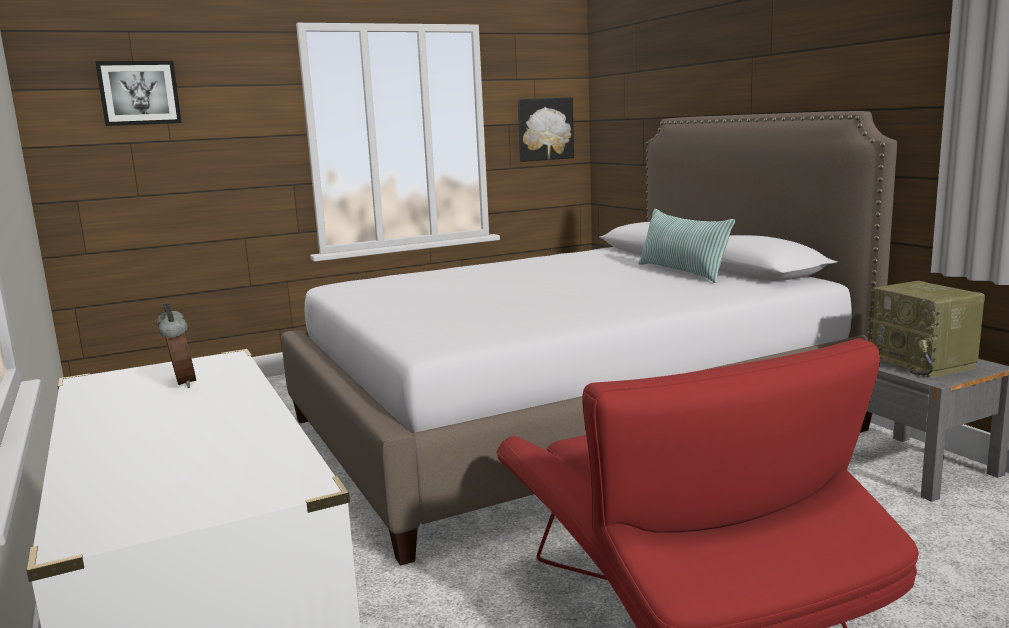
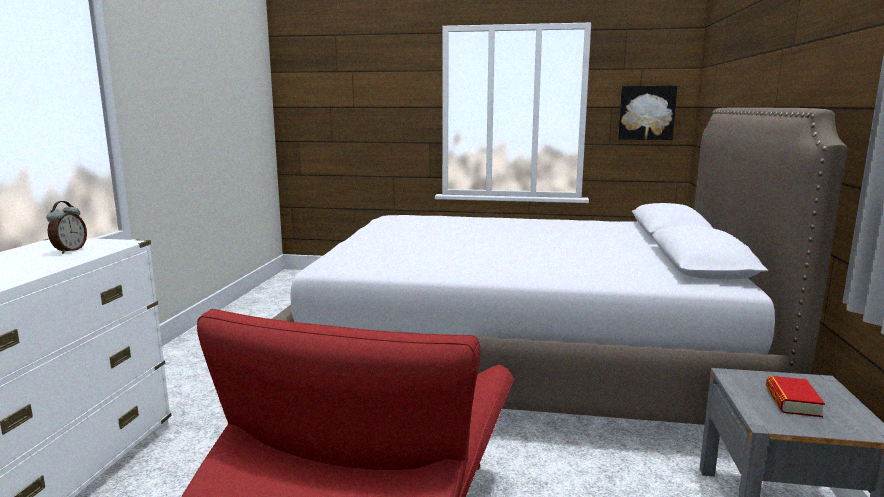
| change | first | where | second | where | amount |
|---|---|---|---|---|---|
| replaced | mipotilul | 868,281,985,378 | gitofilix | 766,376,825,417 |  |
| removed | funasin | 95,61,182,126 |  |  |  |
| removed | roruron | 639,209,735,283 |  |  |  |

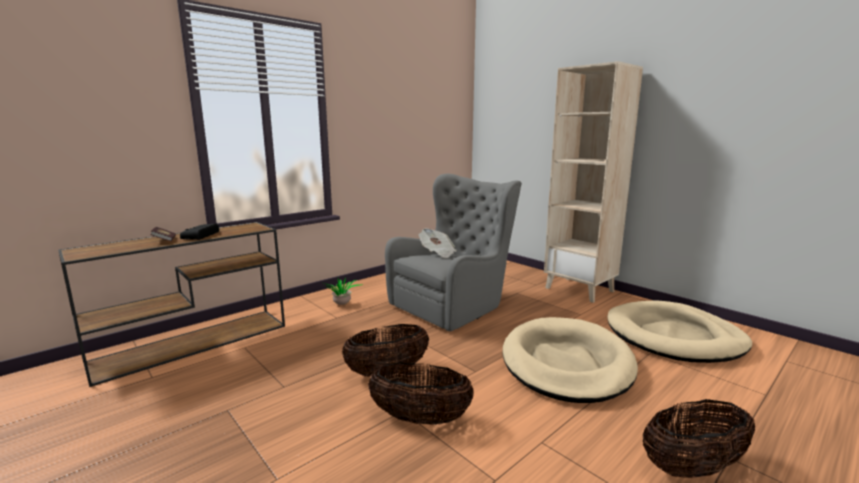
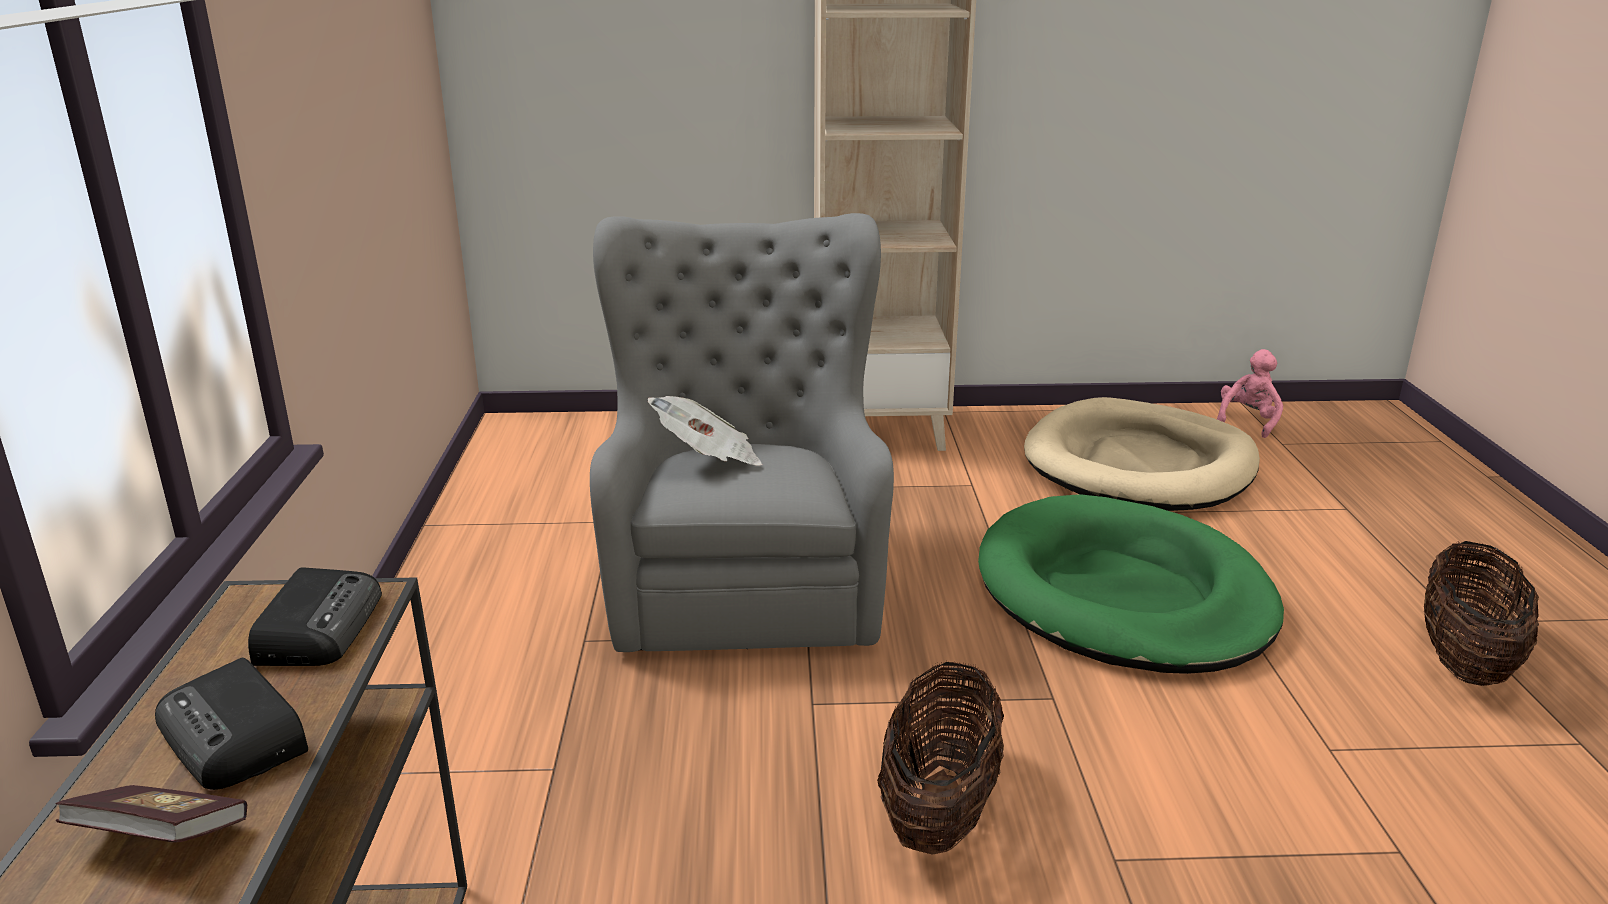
| change | first | where | second | where | amount |
|---|---|---|---|---|---|
| added |  |  | mipotilul | 248,567,382,666 |  |
| recoloured | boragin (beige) | 502,317,638,403 | boragin (green) | 978,494,1284,674 |  |
| added |  |  | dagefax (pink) | 1217,349,1283,438 |  |
| removed | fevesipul | 324,277,360,305 |  |  |  |
| removed | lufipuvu | 368,362,474,425 |  |  |  |

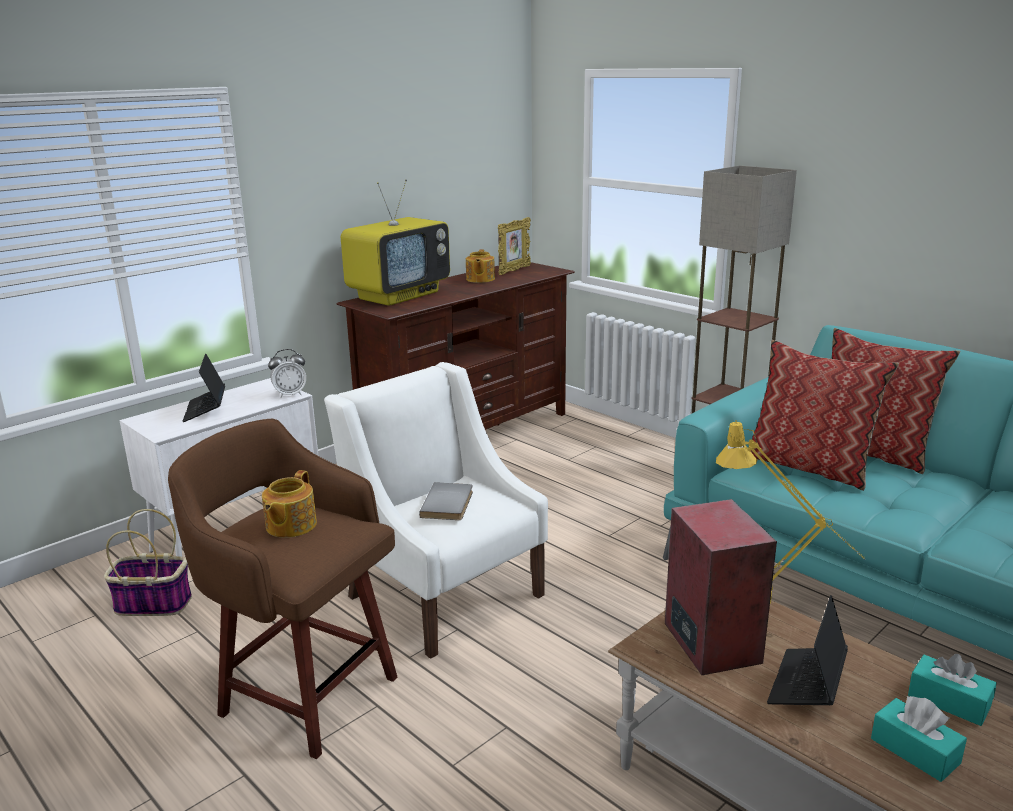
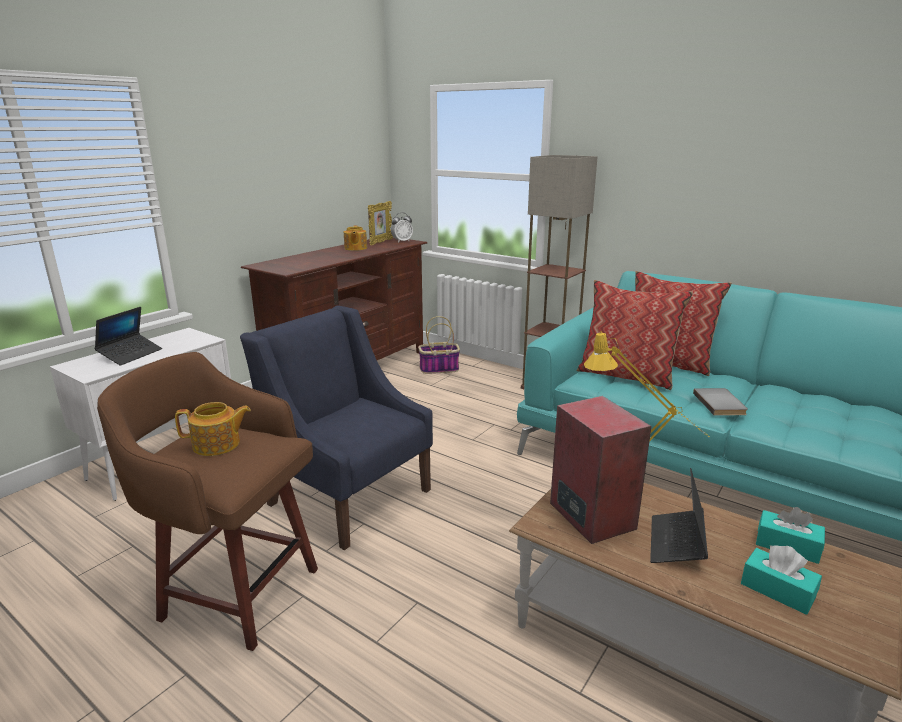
| change | first | where | second | where | amount |
|---|---|---|---|---|---|
| turned | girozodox | 183,354,225,422 |  | 94,307,162,366 | 135 degrees counterclockwise |
| turned | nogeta | 262,470,317,538 |  | 175,402,251,456 | 105 degrees counterclockwise |
| recoloured | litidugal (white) | 324,362,548,659 | litidugal (blue) | 240,306,433,550 |  |
| moved | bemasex | 268,349,306,398 |  | 391,212,413,243 |  |
| moved | lufipuvu | 104,509,192,616 |  | 418,316,460,374 |  |
| moved | gitofilix (grey) | 419,482,473,520 |  | 693,388,748,416 |  |
| removed | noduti | 341,179,450,306 |  |  |  |

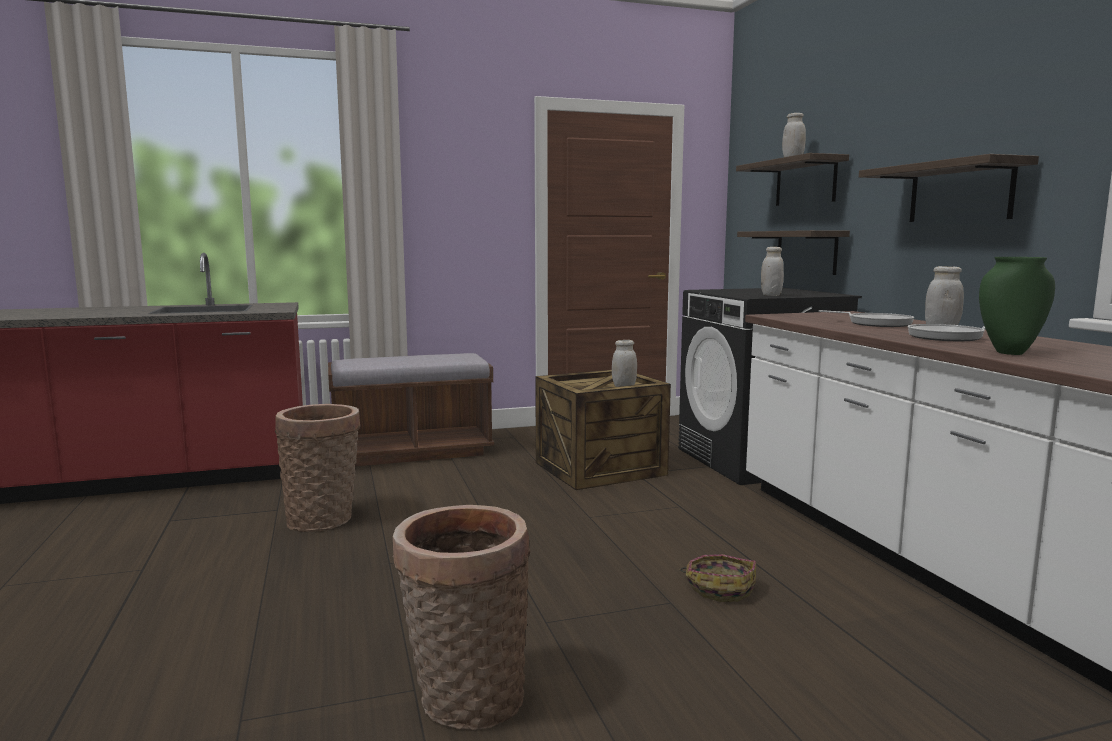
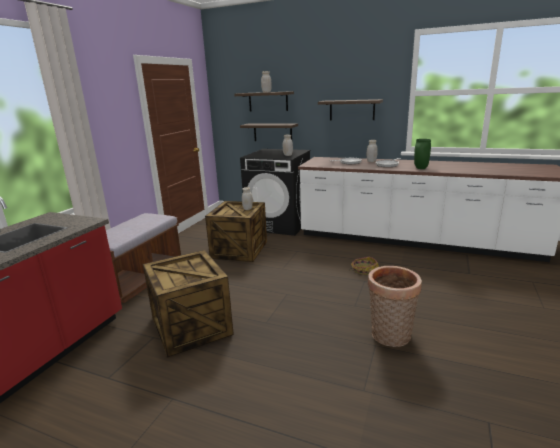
| change | first | where | second | where | amount |
|---|---|---|---|---|---|
| replaced | lufipuvu | 275,404,360,532 | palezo | 143,250,234,357 |  |

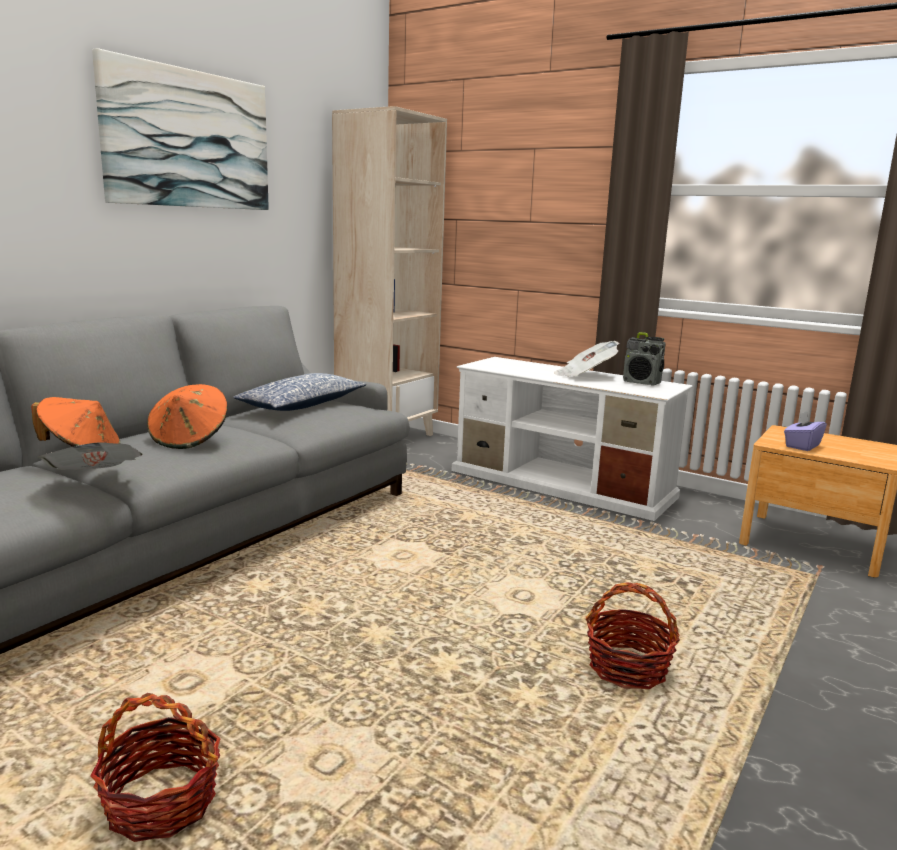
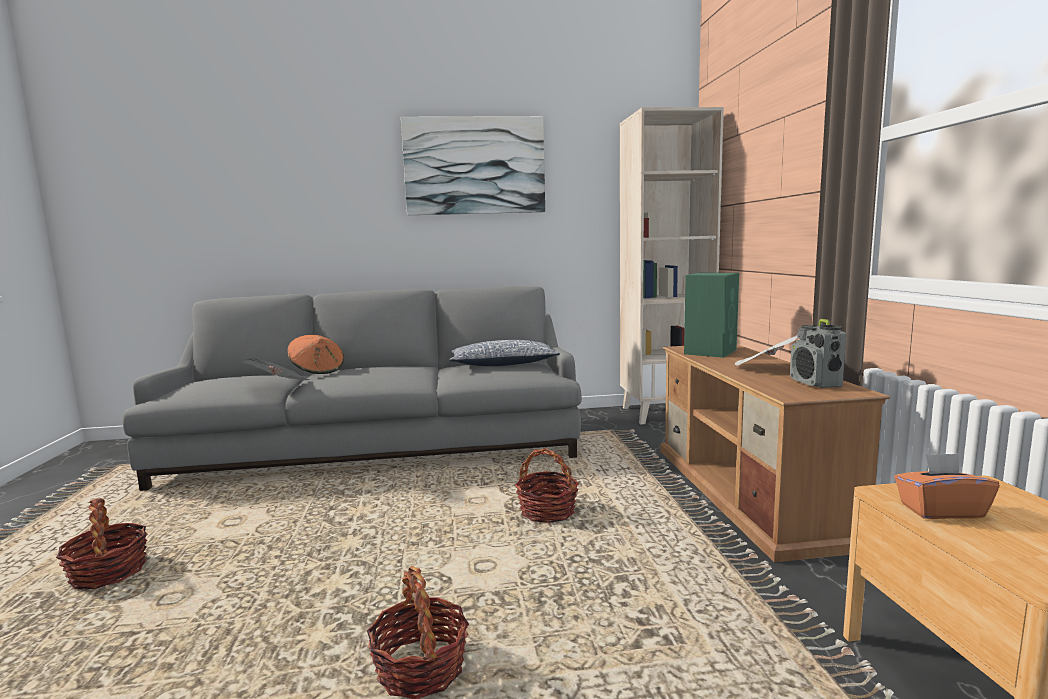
| change | first | where | second | where | amount |
|---|---|---|---|---|---|
| added |  |  | lufipuvu | 515,448,579,523 |  |
| recoloured | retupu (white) | 451,357,693,521 | retupu (brown) | 660,345,890,562 |  |
| added |  |  | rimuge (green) | 684,273,739,358 |  |
| recoloured | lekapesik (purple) | 784,411,827,451 | lekapesik (orange) | 894,453,1000,519 |  |
| removed | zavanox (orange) | 147,384,228,449 |  |  |  |

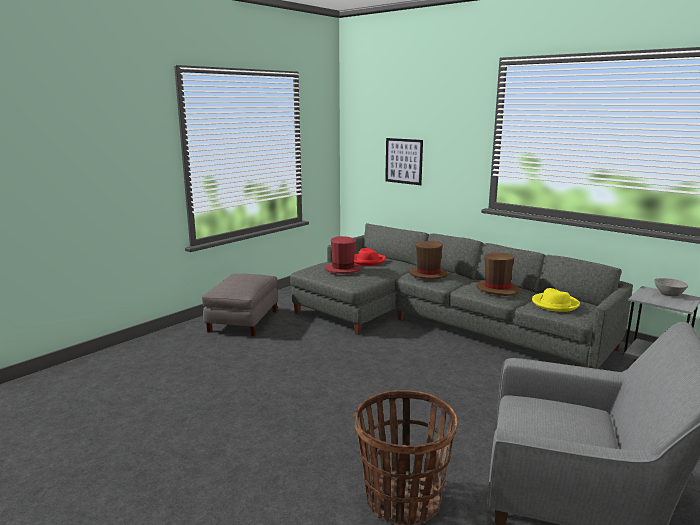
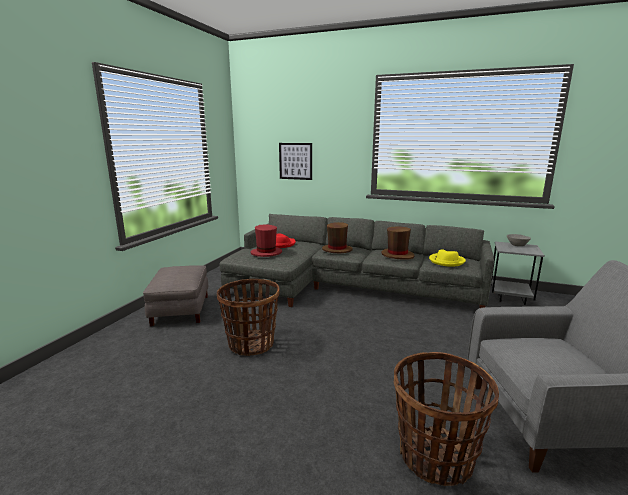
| change | first | where | second | where | amount |
|---|---|---|---|---|---|
| added |  |  | lufipuvu | 217,279,279,356 |  |

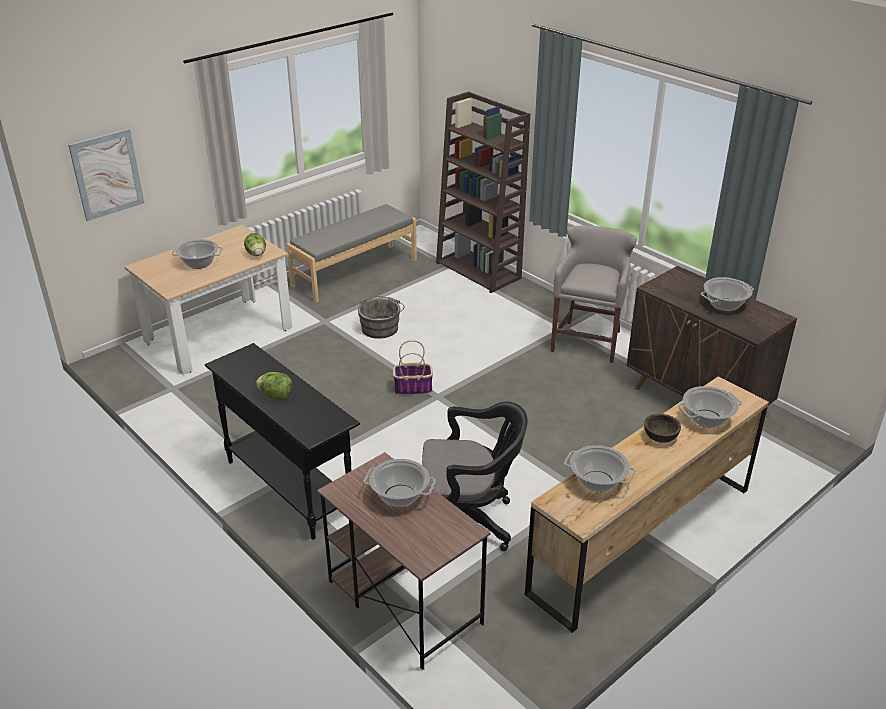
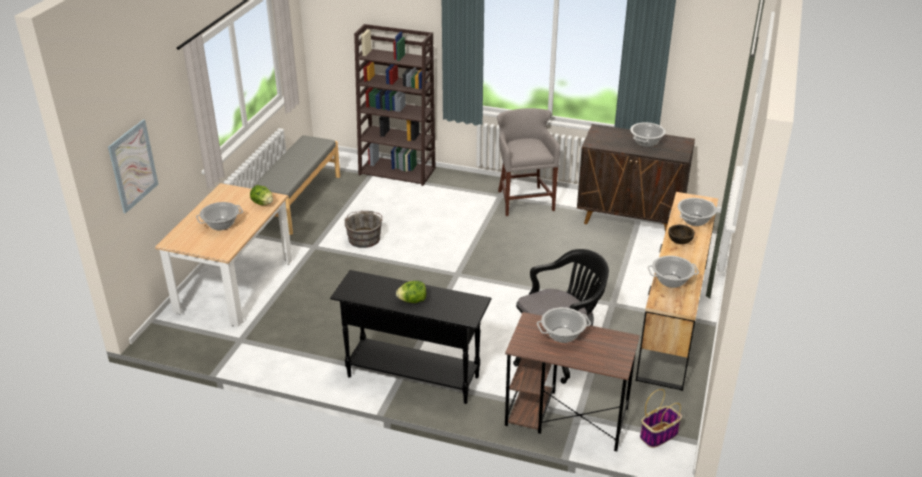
| change | first | where | second | where | amount |
|---|---|---|---|---|---|
| moved | lufipuvu | 393,340,433,395 |  | 640,389,682,448 |  |

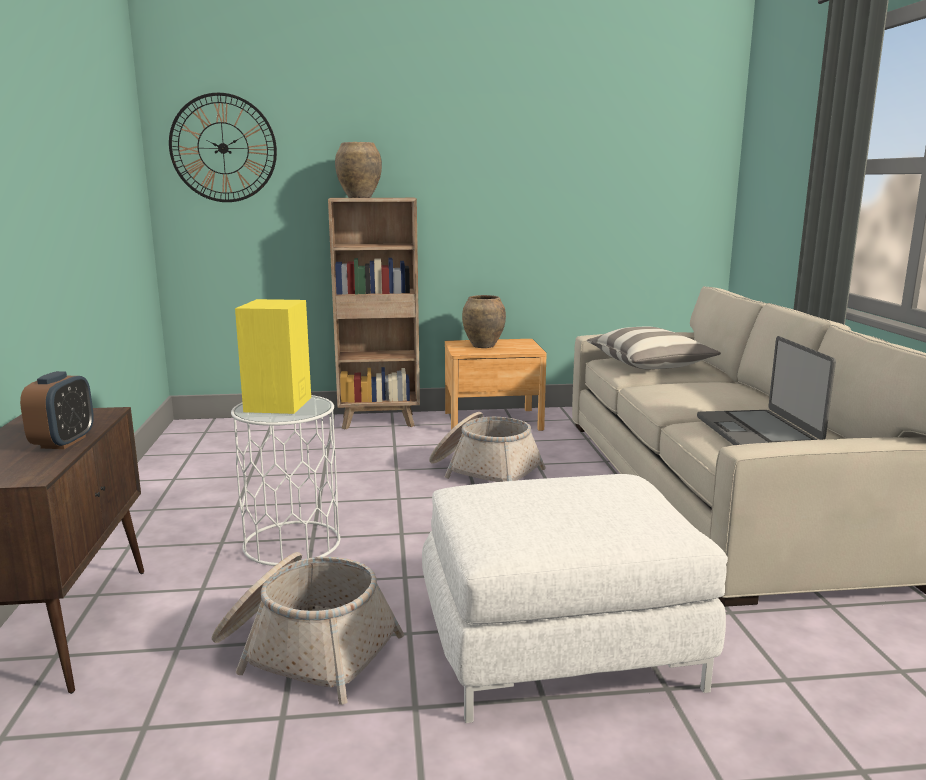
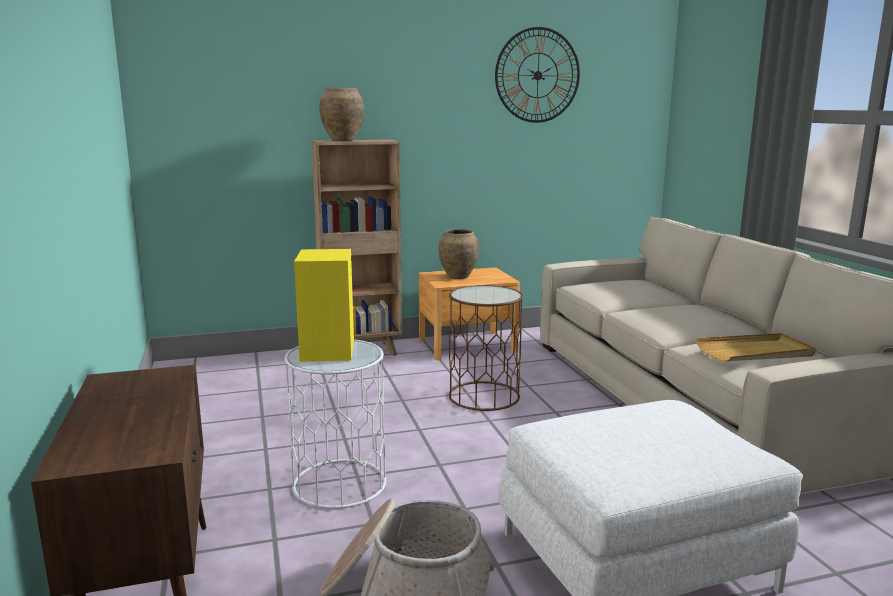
| change | first | where | second | where | amount |
|---|---|---|---|---|---|
| replaced | lufipuvu | 429,412,546,482 | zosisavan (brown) | 448,285,523,411 |  |
| moved | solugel | 169,93,277,202 |  | 495,27,580,123 |  |
| replaced | girozodox | 697,336,836,445 | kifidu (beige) | 696,333,816,362 |  |
| removed | bemasex | 20,371,94,449 |  |  |  |
| removed | roruron | 587,327,721,370 |  |  |  |

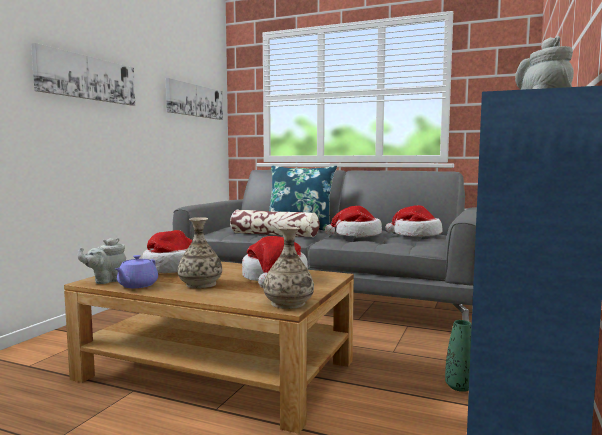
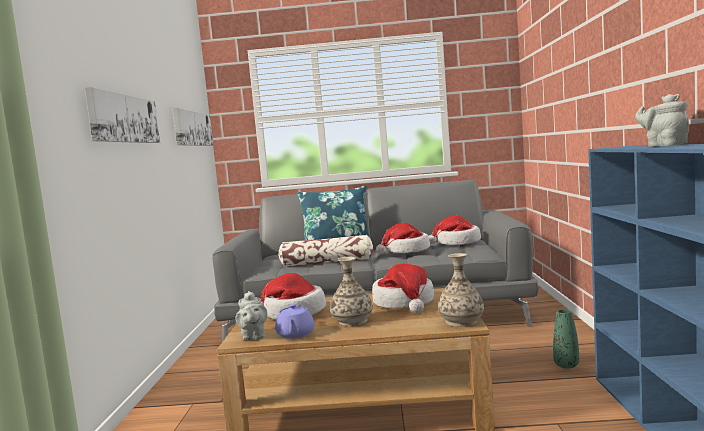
| change | first | where | second | where | amount |
|---|---|---|---|---|---|
| turned | nogeta (grey) | 77,238,126,284 |  | 235,291,268,340 | 45 degrees counterclockwise |

